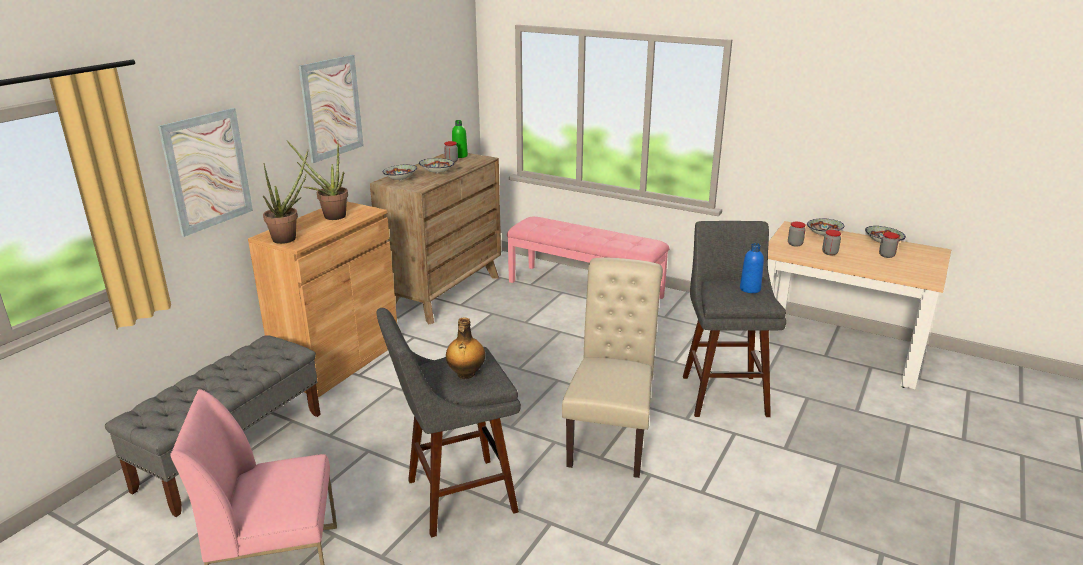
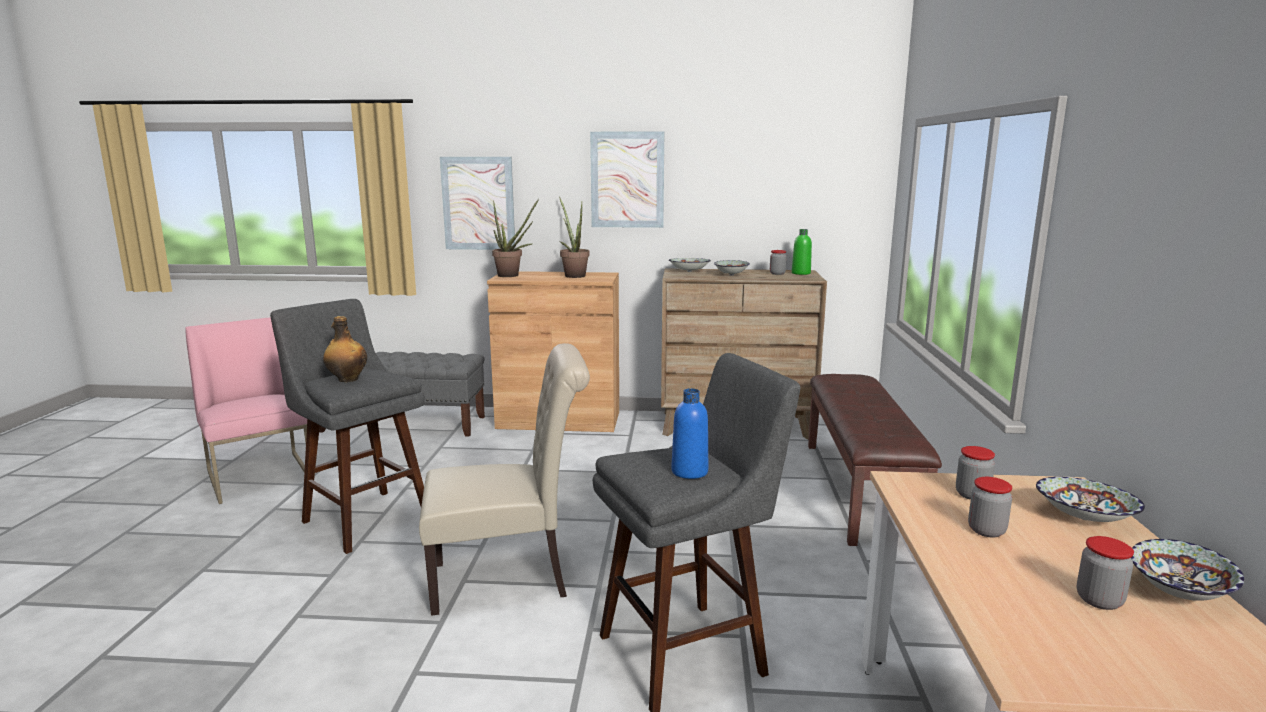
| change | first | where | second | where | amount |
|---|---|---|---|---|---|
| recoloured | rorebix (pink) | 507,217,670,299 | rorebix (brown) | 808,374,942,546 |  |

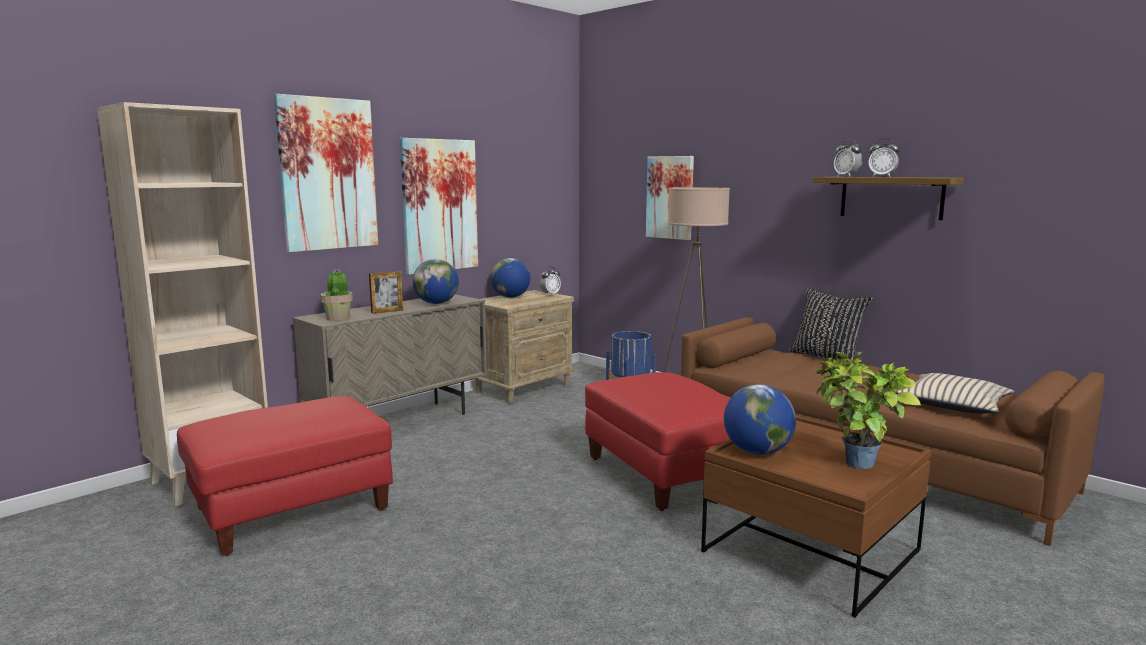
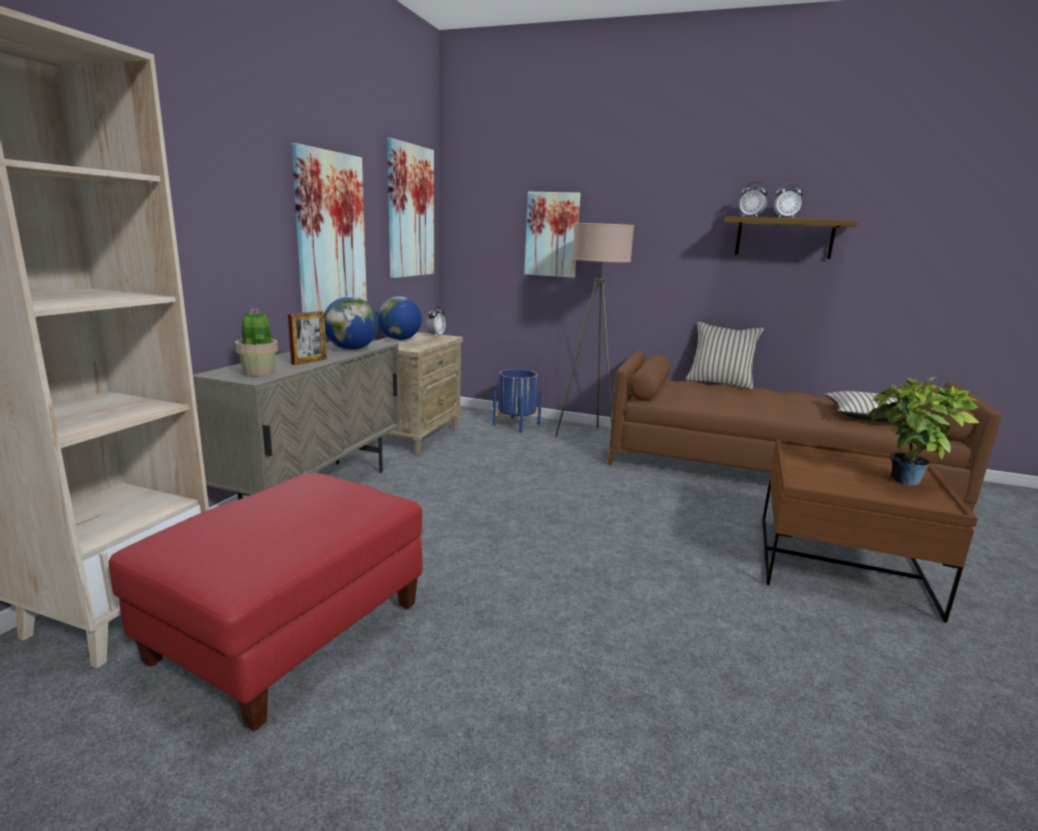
| change | first | where | second | where | amount |
|---|---|---|---|---|---|
| moved | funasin | 274,94,378,252 |  | 387,138,434,278 |  |
| recoloured | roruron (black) | 789,289,873,361 | roruron (beige) | 685,322,764,390 |  |
| removed | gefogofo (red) | 585,372,730,511 |  |  |  |
| removed | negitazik | 724,384,796,455 |  |  |  |

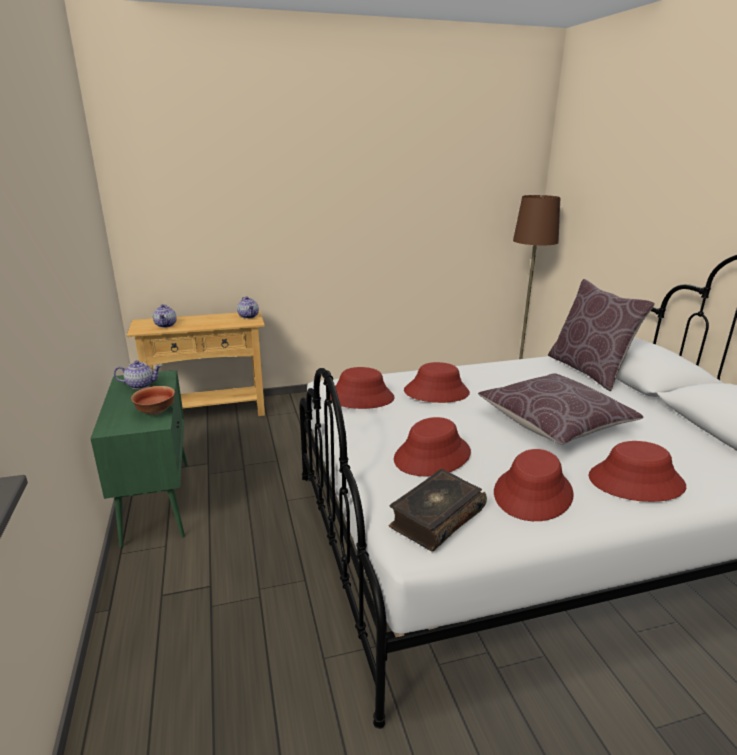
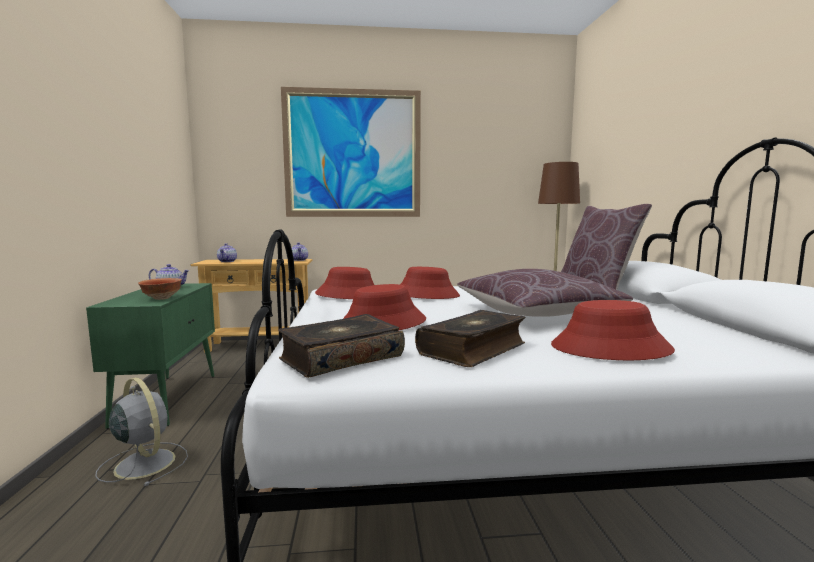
| change | first | where | second | where | amount |
|---|---|---|---|---|---|
| added |  |  | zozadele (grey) | 95,377,188,486 |  |
| added |  |  | funasin | 281,87,421,217 |  |
| replaced | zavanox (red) | 494,449,574,521 | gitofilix | 415,310,525,367 |  |

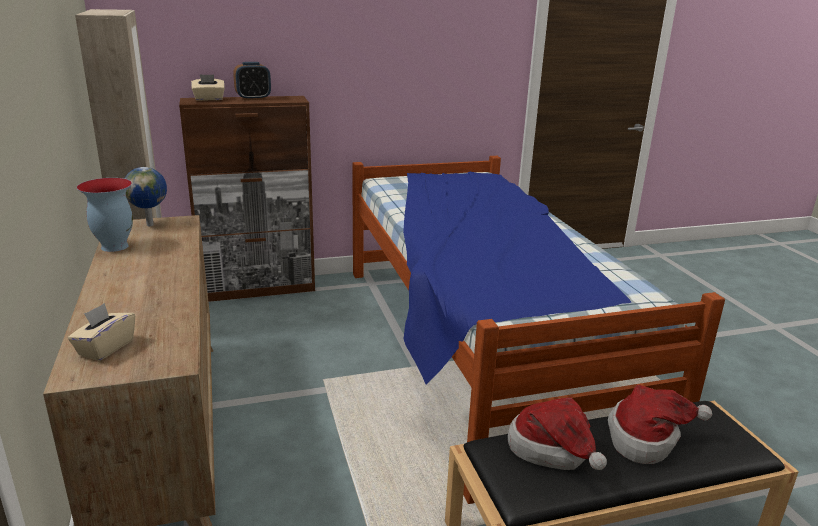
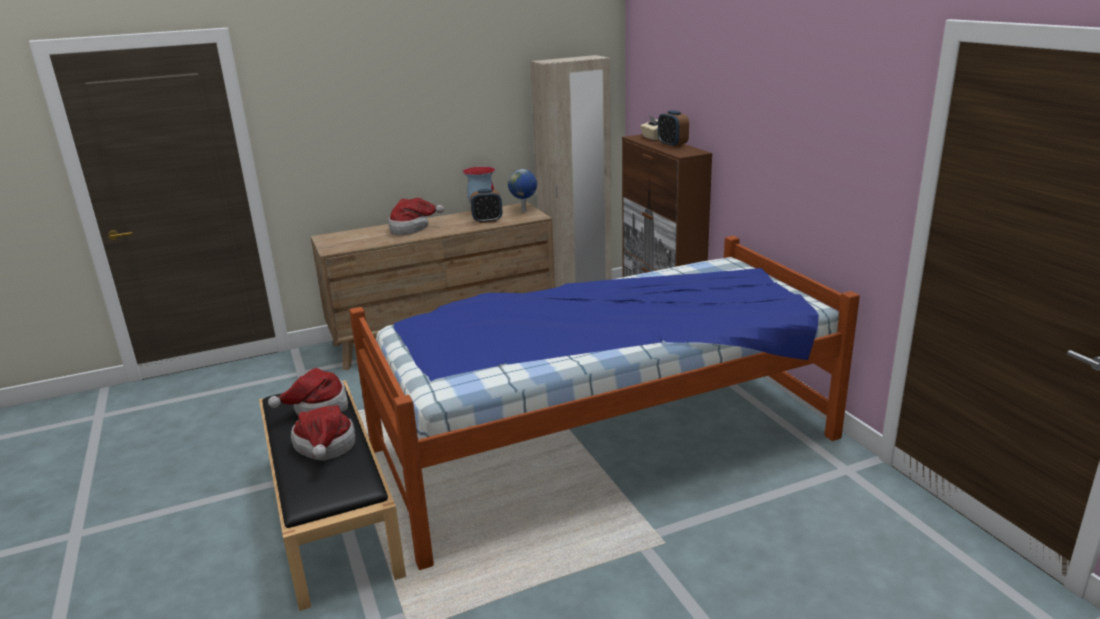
| change | first | where | second | where | amount |
|---|---|---|---|---|---|
| added |  |  | zavanox | 388,198,444,235 |  |
| added |  |  | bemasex | 470,189,502,223 |  |
| removed | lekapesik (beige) | 68,303,135,361 |  |  |  |

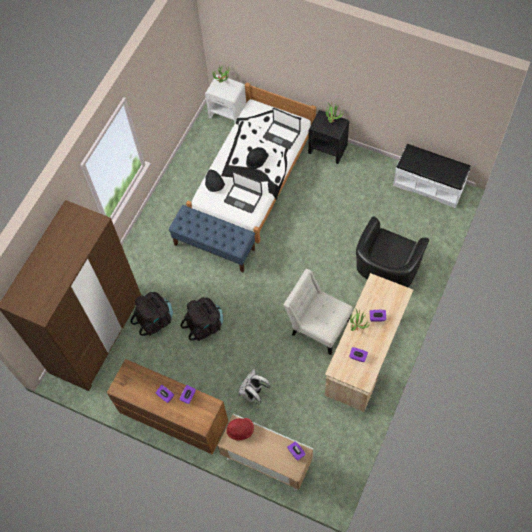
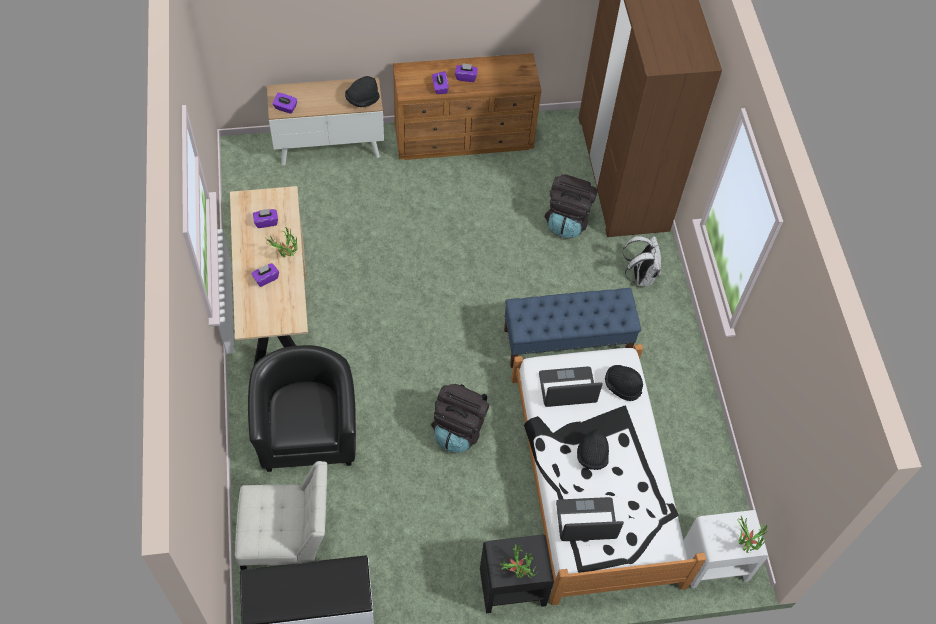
| change | first | where | second | where | amount |
|---|---|---|---|---|---|
| moved | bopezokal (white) | 284,269,353,355 |  | 235,461,327,570 |  |
| recoloured | zavanox (red) | 227,418,254,441 | zavanox (black) | 345,76,380,107 |  |
| moved | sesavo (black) | 181,297,224,341 |  | 431,384,489,453 |  |
| moved | sesavo (white) | 238,369,271,404 |  | 623,236,661,286 |  |

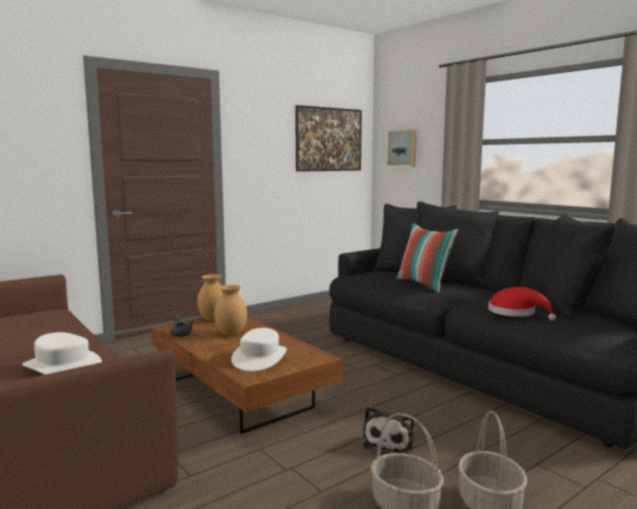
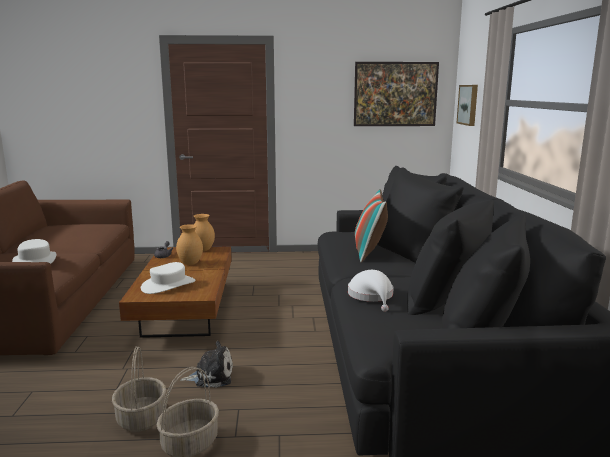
| change | first | where | second | where | amount |
|---|---|---|---|---|---|
| turned | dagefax | 363,406,415,454 |  | 180,341,233,388 | 150 degrees counterclockwise |
| recoloured | zavanox (red) | 488,287,556,321 | zavanox (white) | 348,270,393,312 |  |

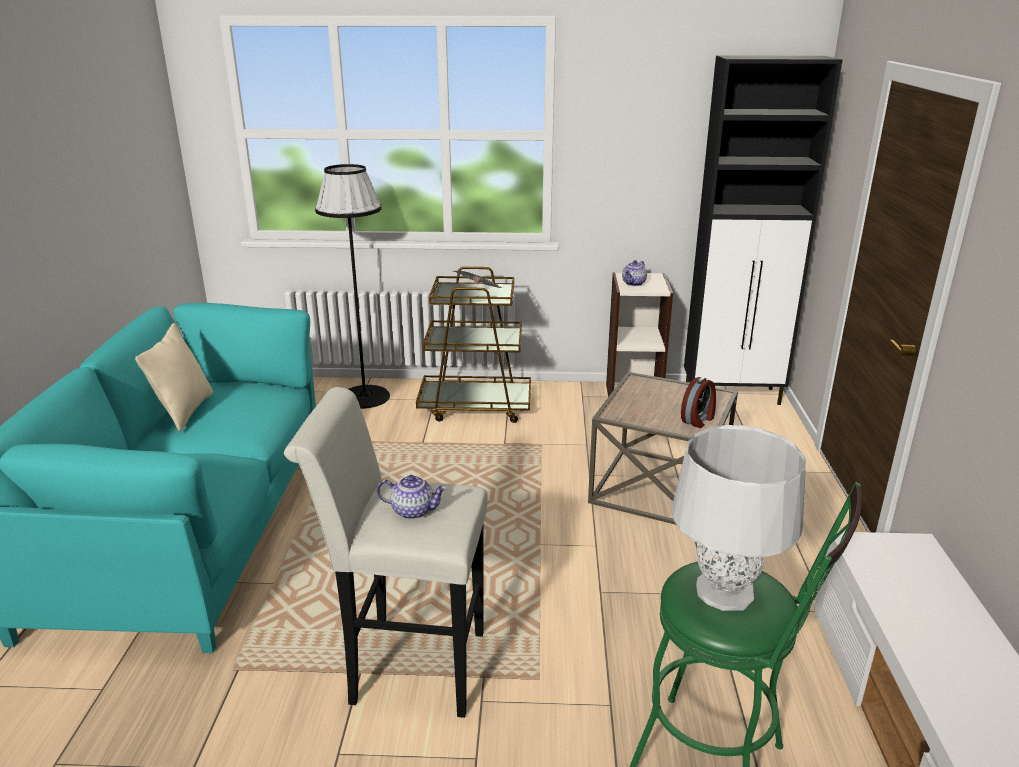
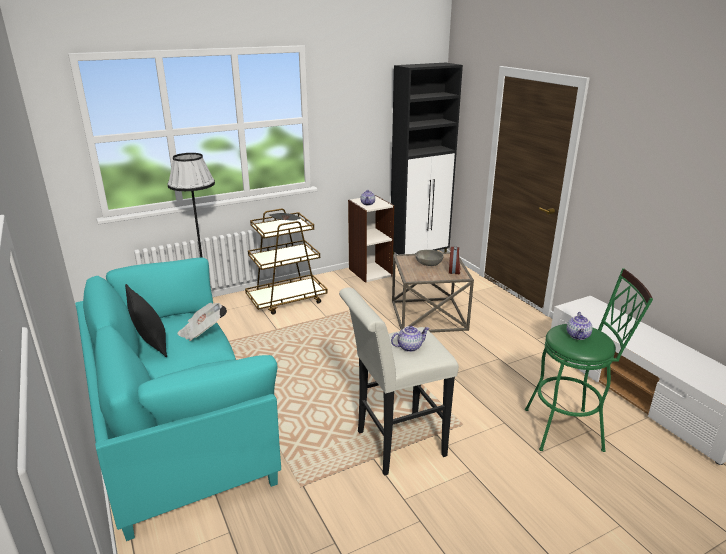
| change | first | where | second | where | amount |
|---|---|---|---|---|---|
| recoloured | roruron (beige) | 135,323,213,432 | roruron (black) | 125,284,167,357 |  |
| added |  |  | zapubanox | 178,303,222,341 |  |
| added |  |  | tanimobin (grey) | 416,250,444,266 |  |
| replaced | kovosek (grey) | 672,425,806,611 | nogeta | 567,312,592,340 |  |

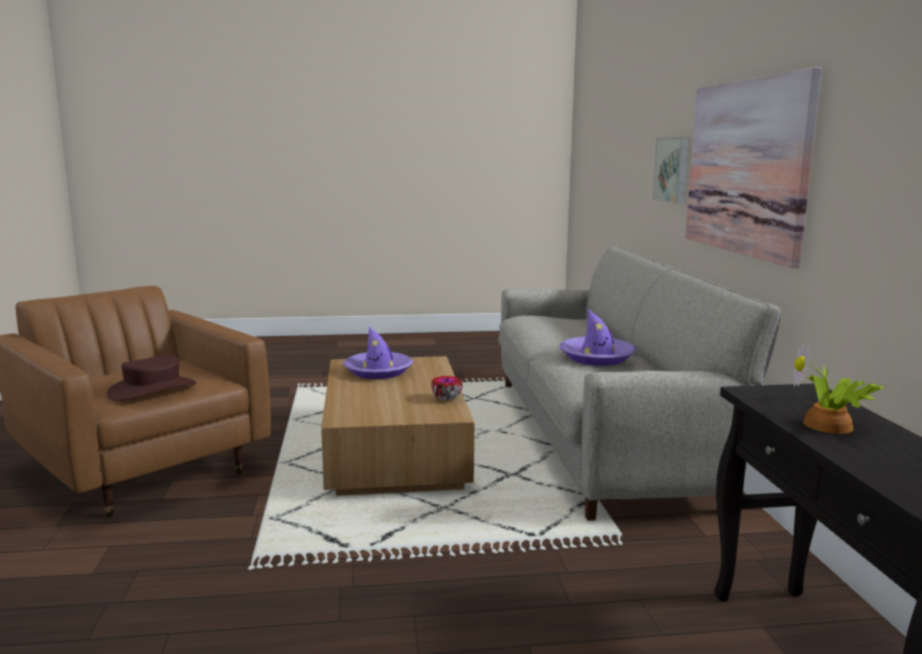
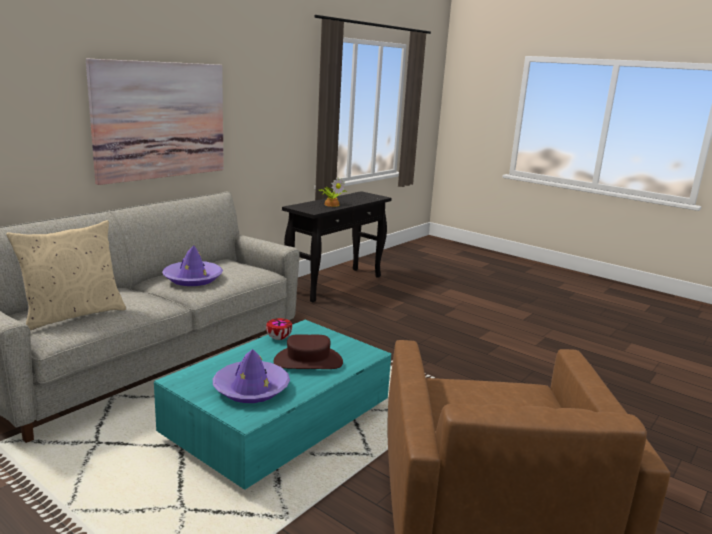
| change | first | where | second | where | amount |
|---|---|---|---|---|---|
| added |  |  | roruron (beige) | 6,220,126,330 |  |
| recoloured | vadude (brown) | 321,356,474,496 | vadude (turquoise) | 154,320,391,490 |  |
| moved | zavanox (brown) | 106,355,197,401 |  | 273,334,343,369 |  |
| removed | funasin | 653,137,690,204 |  |  |  |

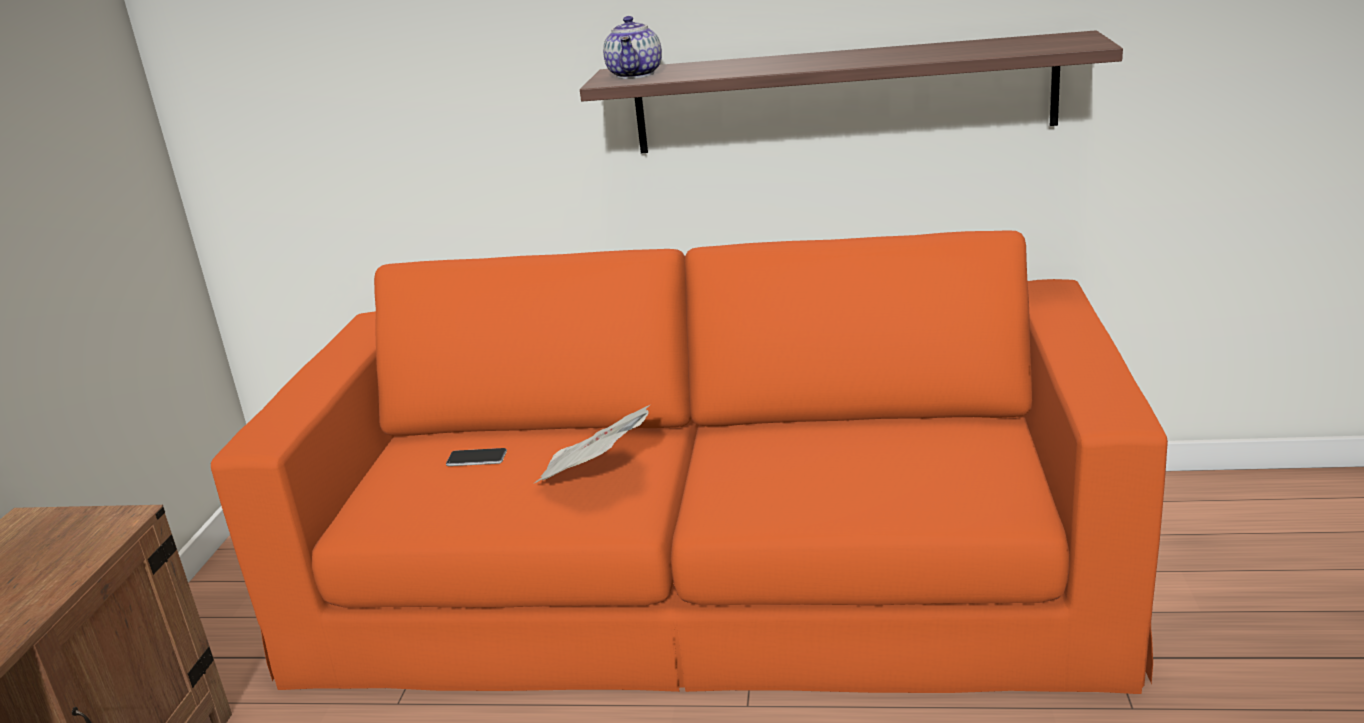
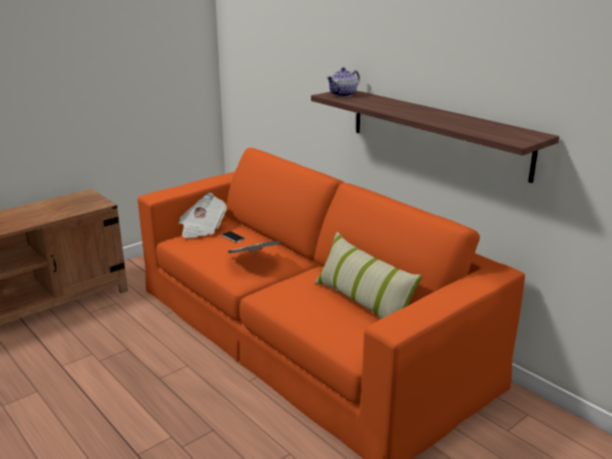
| change | first | where | second | where | amount |
|---|---|---|---|---|---|
| added |  |  | zapubanox | 178,193,227,238 |  |
| added |  |  | roruron | 315,232,423,319 |  |

